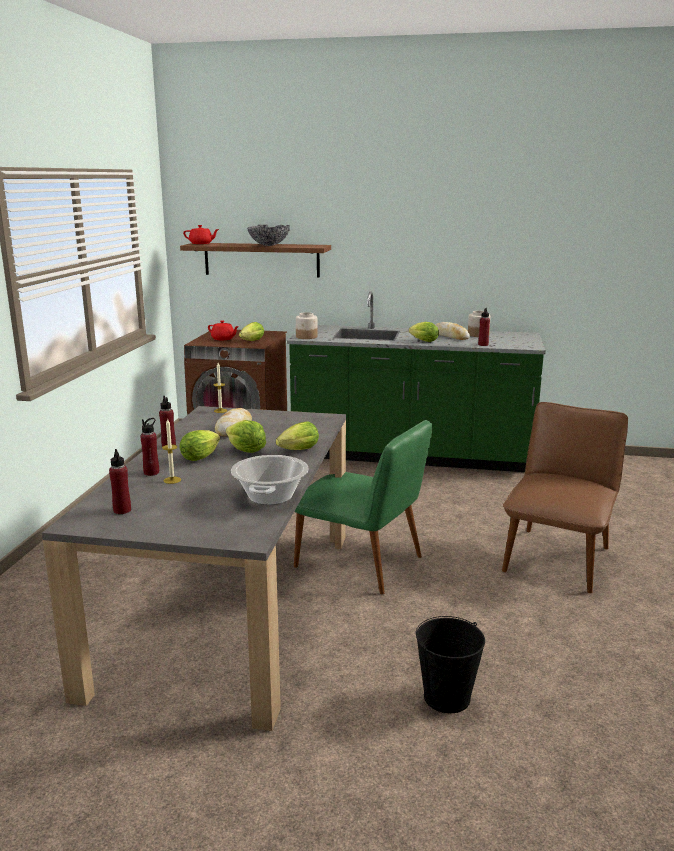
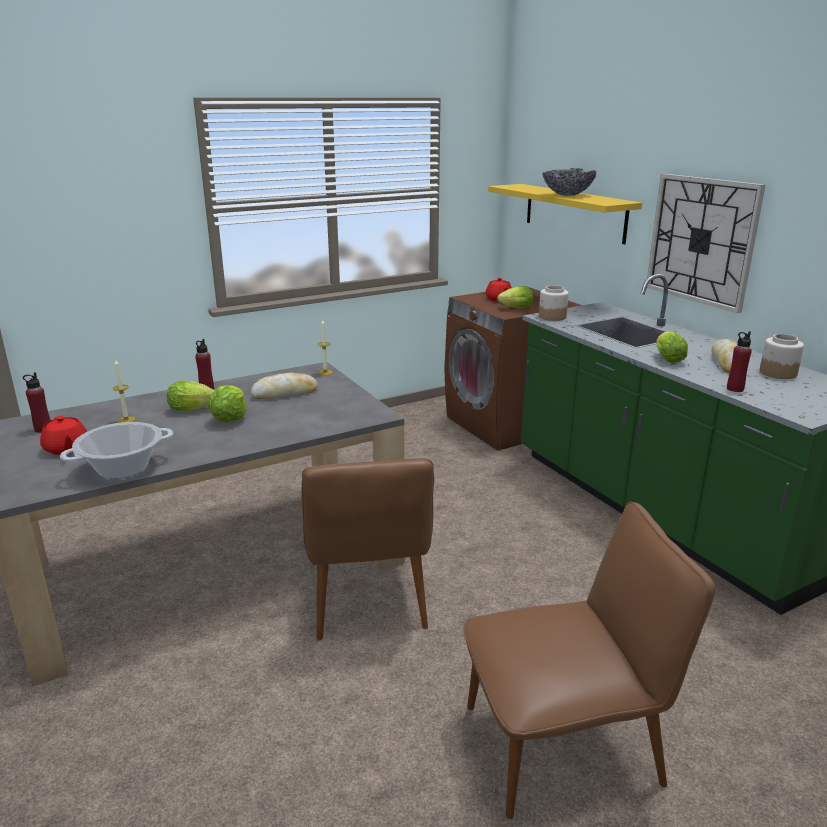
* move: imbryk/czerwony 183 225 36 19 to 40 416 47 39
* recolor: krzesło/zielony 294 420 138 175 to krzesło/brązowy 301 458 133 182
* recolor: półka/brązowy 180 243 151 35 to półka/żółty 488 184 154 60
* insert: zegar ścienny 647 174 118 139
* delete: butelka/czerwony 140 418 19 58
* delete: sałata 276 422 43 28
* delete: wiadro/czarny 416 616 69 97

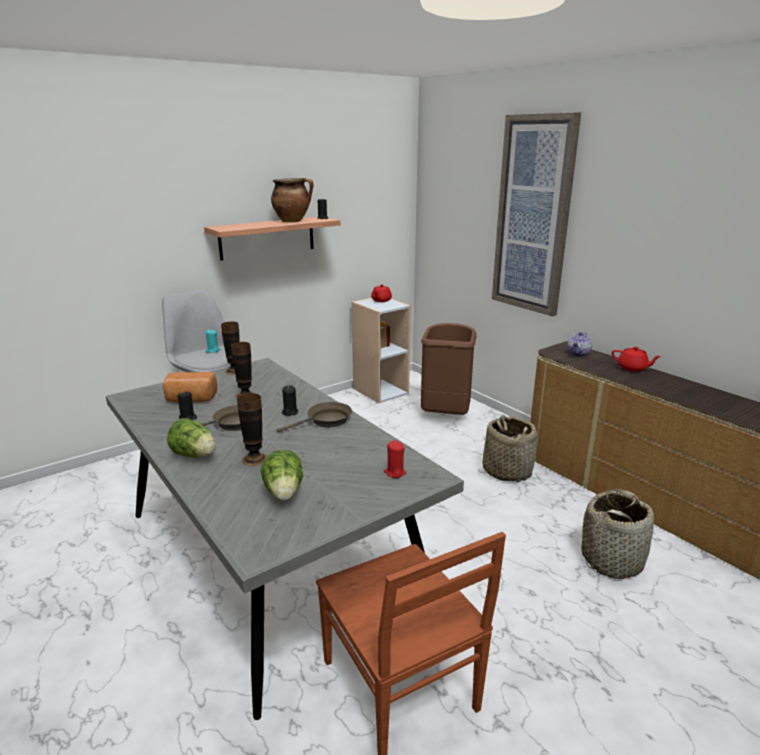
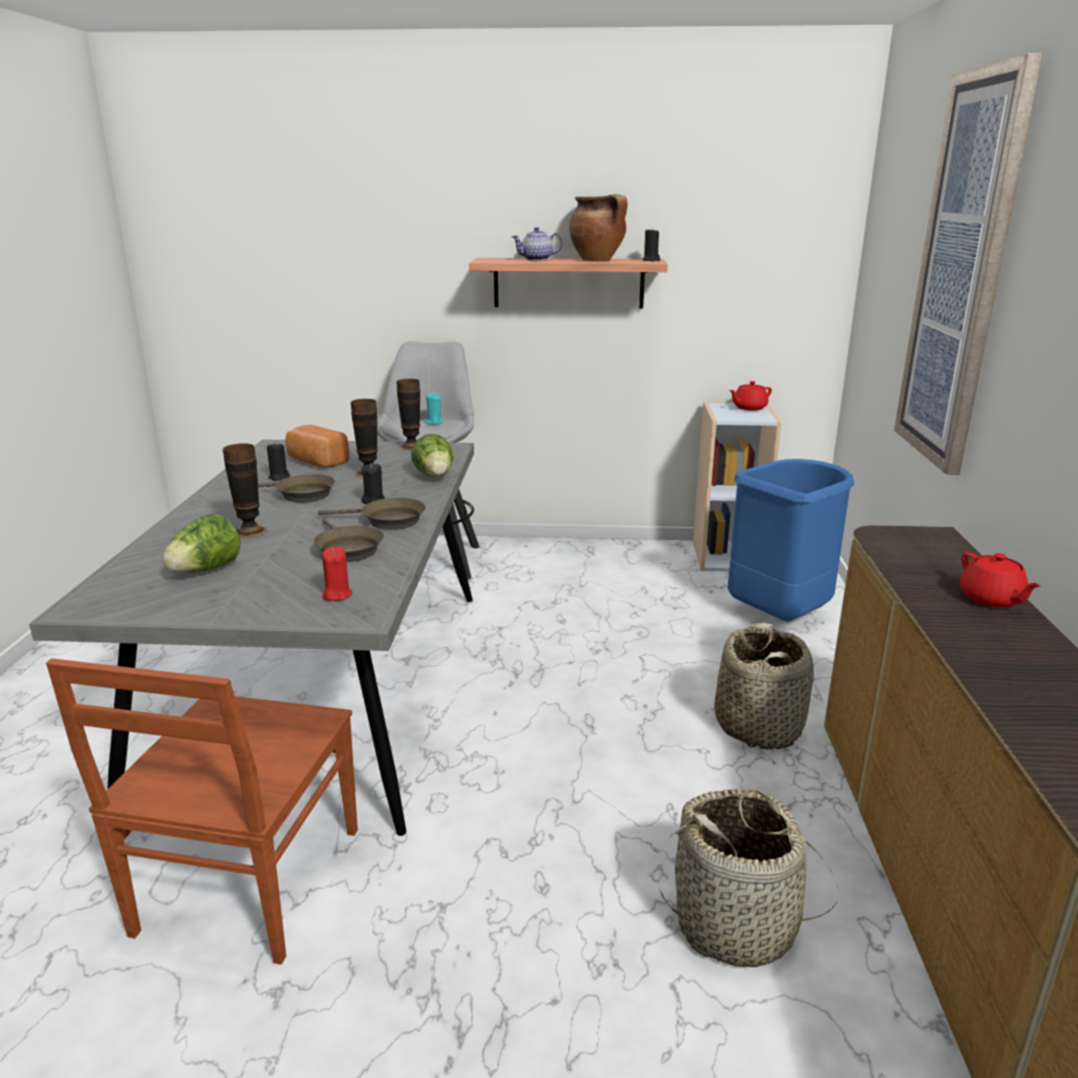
* insert: patelnia/brązowy 314 518 70 44
* move: sałata 167 418 49 39 to 411 434 42 43
* move: imbryk 567 332 25 25 to 512 227 50 34
* recolor: kosz na śmieci/brązowy 421 323 56 92 to kosz na śmieci/niebieski 728 459 126 163

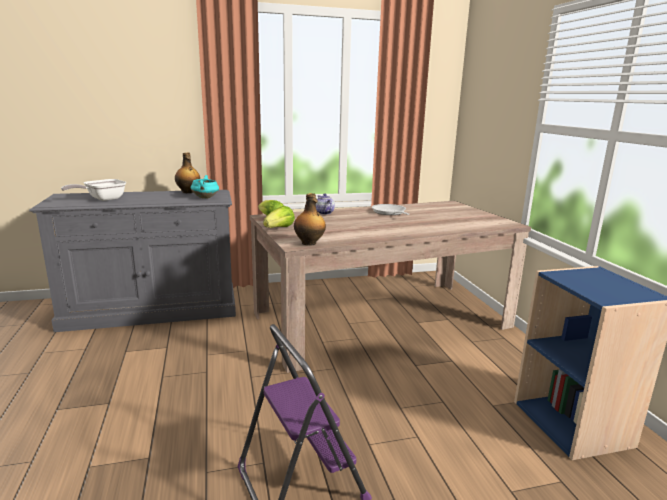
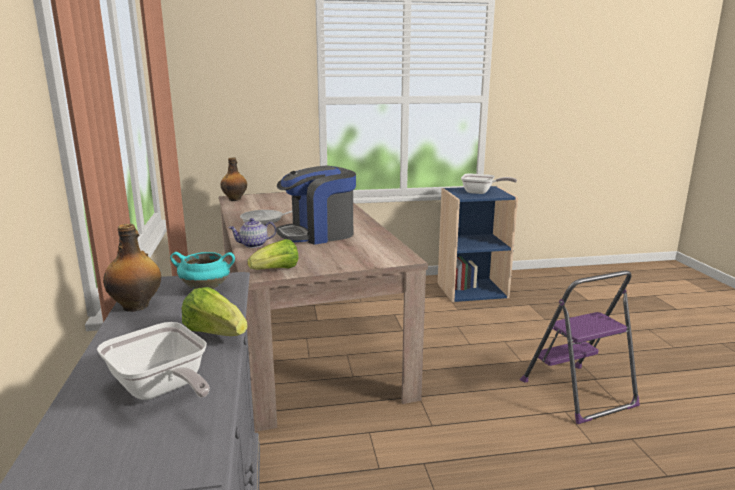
* move: sałata 263 206 32 22 to 182 287 66 49
* move: butelka 294 193 32 53 to 220 157 27 44
* insert: ekspres do kawy 276 166 80 79
* insert: patelnia 461 173 56 21

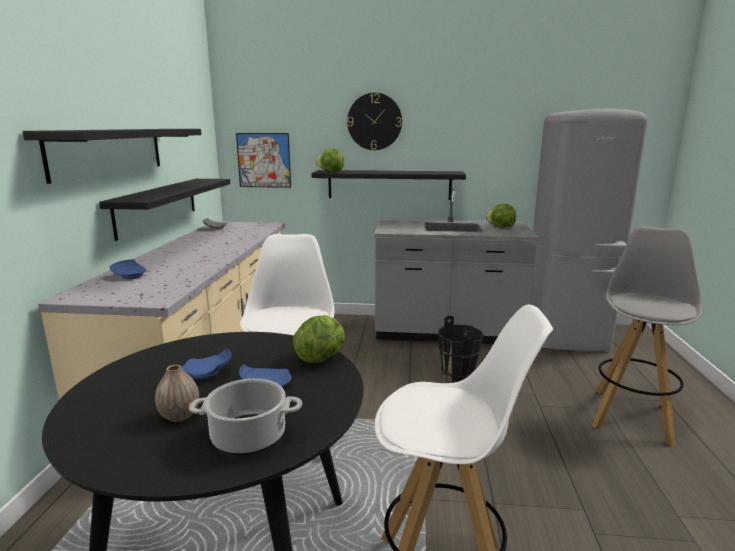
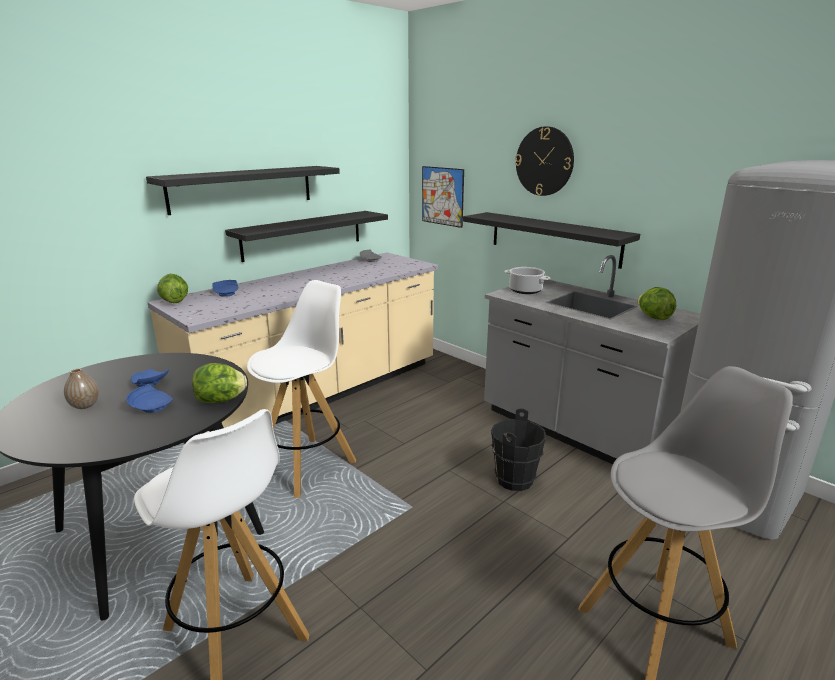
* move: sałata 316 148 28 24 to 157 274 31 29
* move: garnek 189 379 113 76 to 504 267 47 27

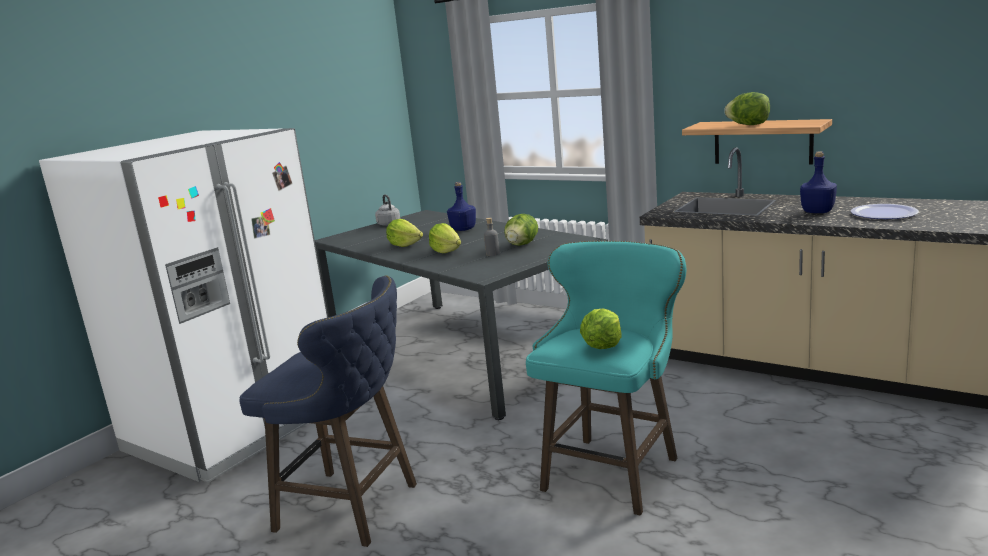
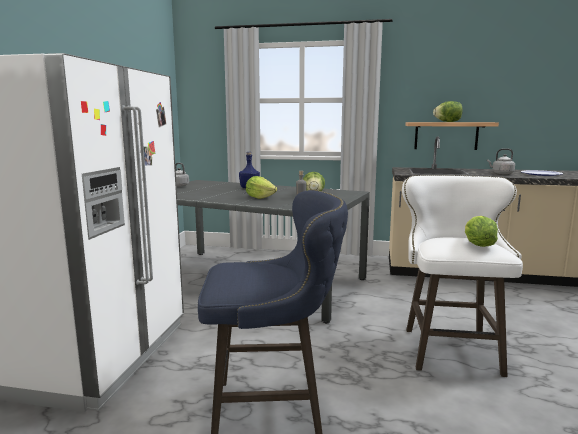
* recolor: stołek/turkusowy 526 241 160 275 to stołek/biały 402 175 121 202
* replace: butelka/niebieski 800 151 37 62 to czajnik/szary 487 148 28 26
* delete: sałata 386 219 37 28

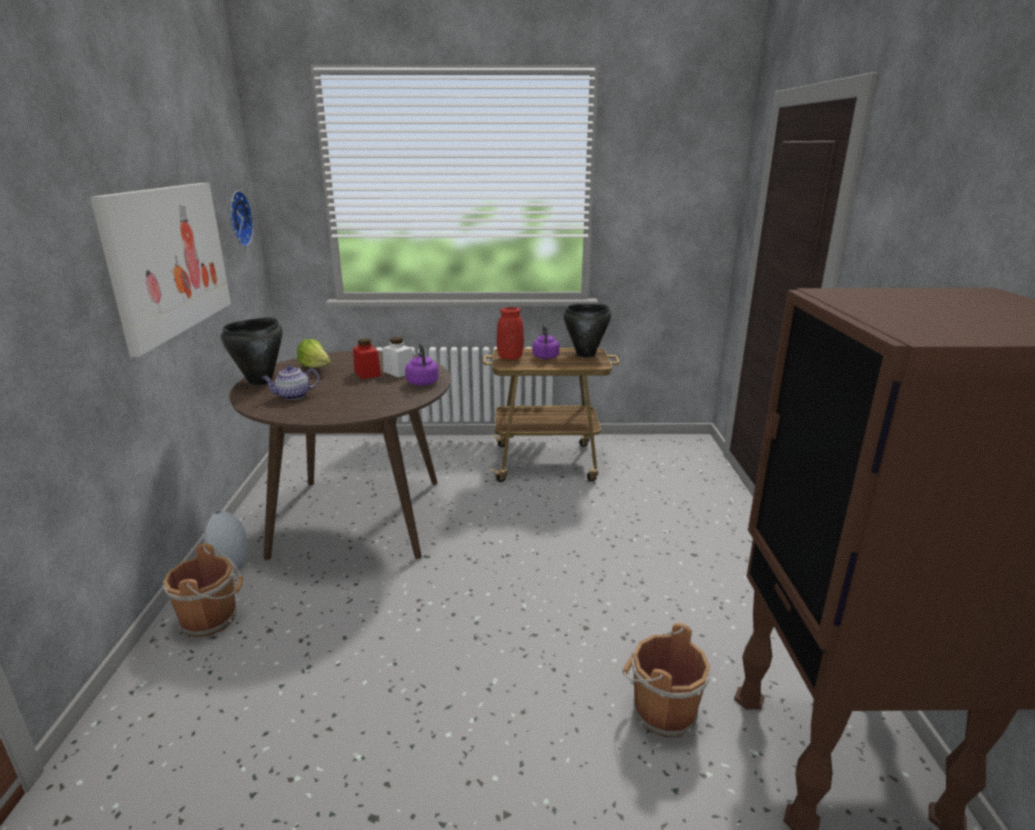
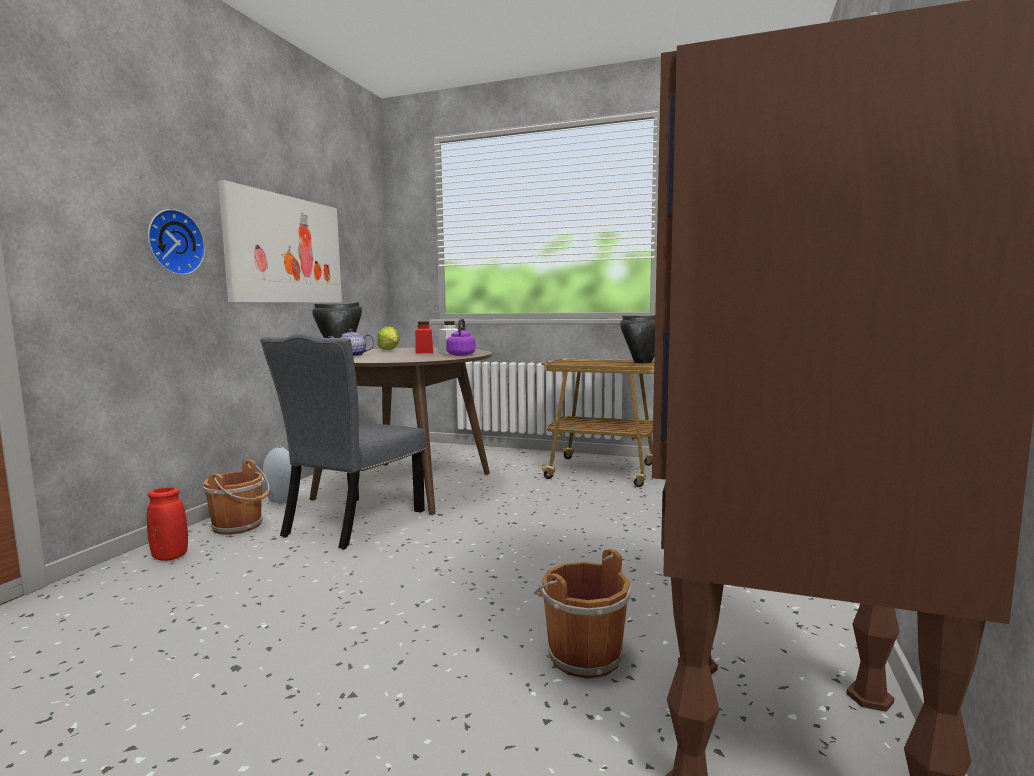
* move: wazon/czerwony 497 307 27 53 to 147 487 41 74
* move: zegar ścienny 230 190 24 56 to 148 209 57 66
* insert: krzesło/szary 260 333 167 217
* delete: czajnik/fioletowy 533 324 26 35

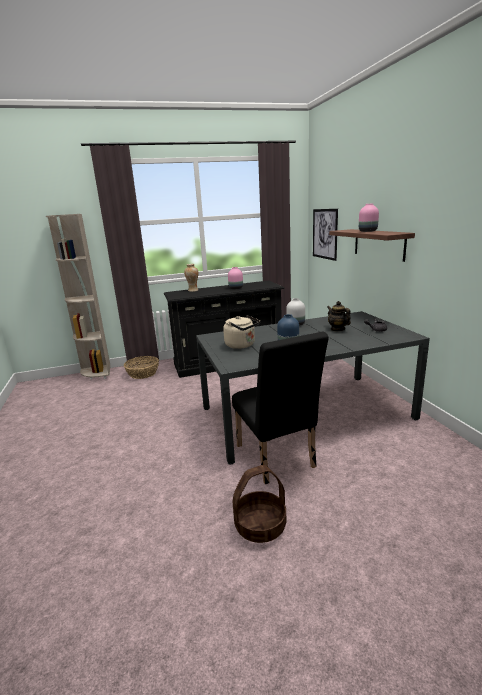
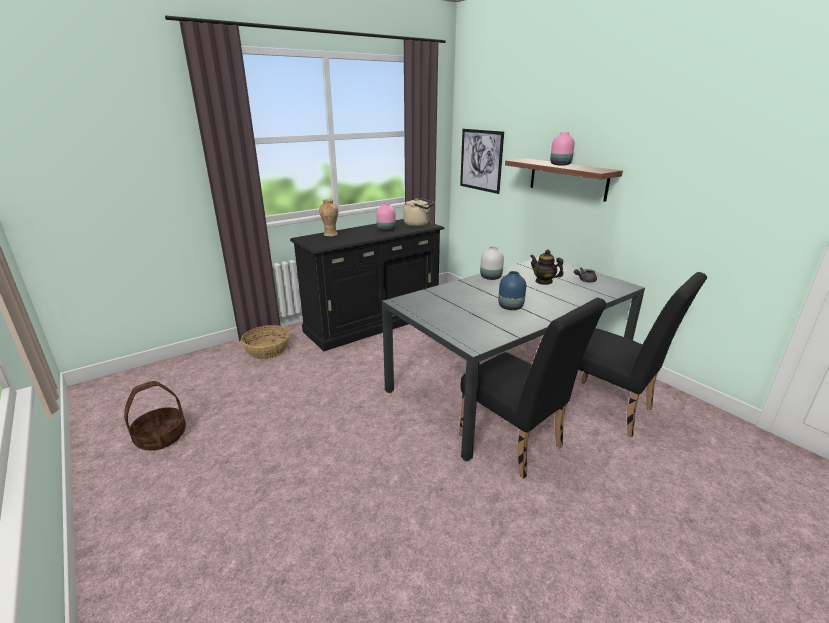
* move: koszyk 232 465 55 78 to 124 381 62 69
* move: czajnik/beżowy 223 315 37 34 to 403 198 31 29
* insert: krzesło/czarny 578 272 129 165
* delete: regał/beżowy 46 214 64 165

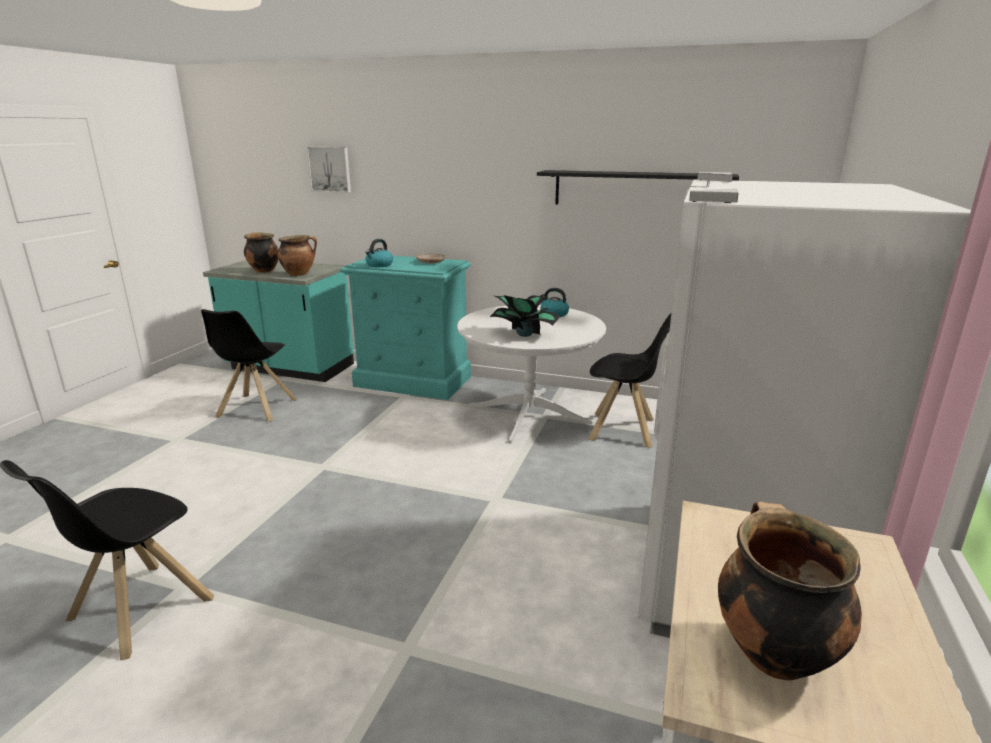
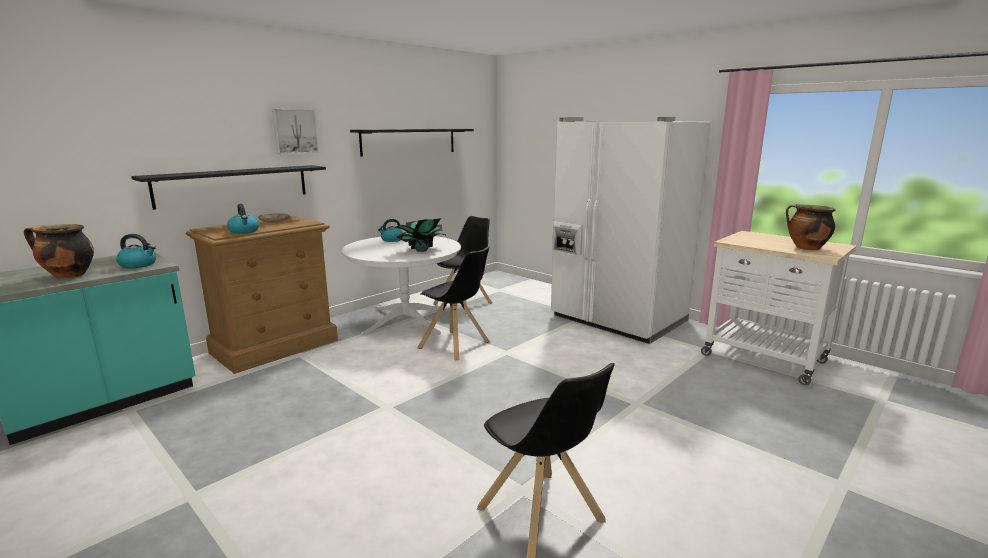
* replace: garnek 278 235 39 41 to czajnik 116 234 40 34
* insert: półka/czarny 131 165 195 45
* recolor: komoda/turkusowy 340 255 131 145 to komoda/brązowy 186 216 152 158
* move: obraz 307 147 44 46 to 272 109 47 45
* move: krzesło/czarny 201 309 96 113 to 418 246 72 114

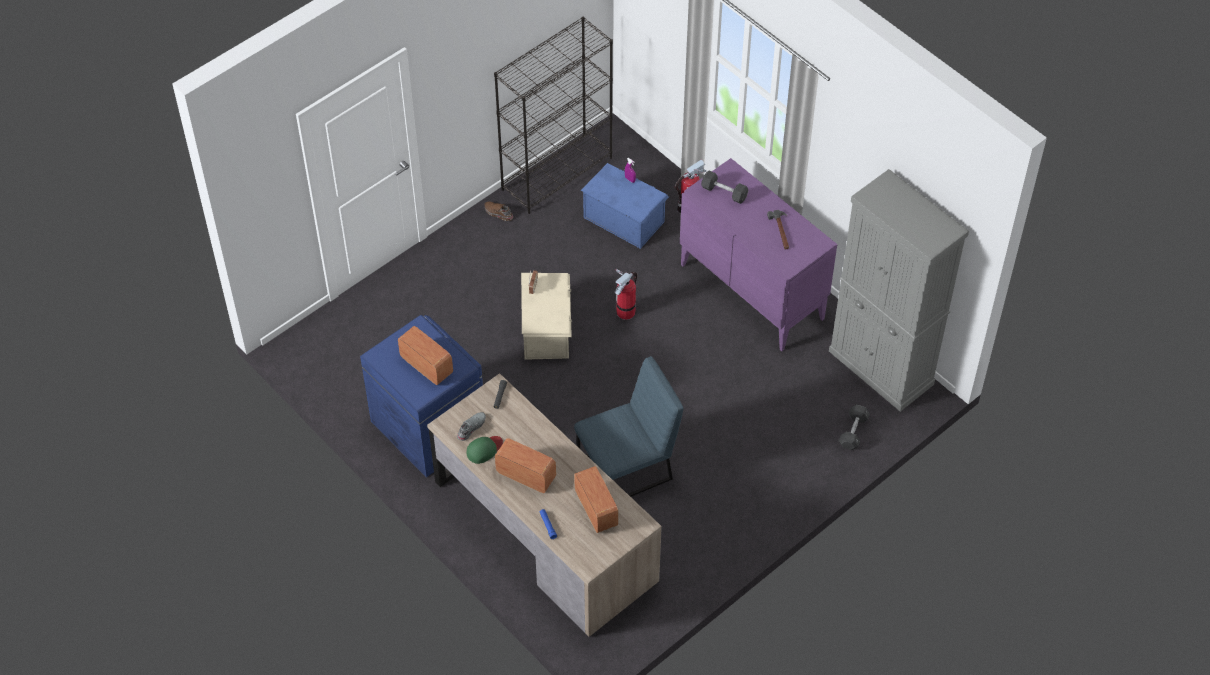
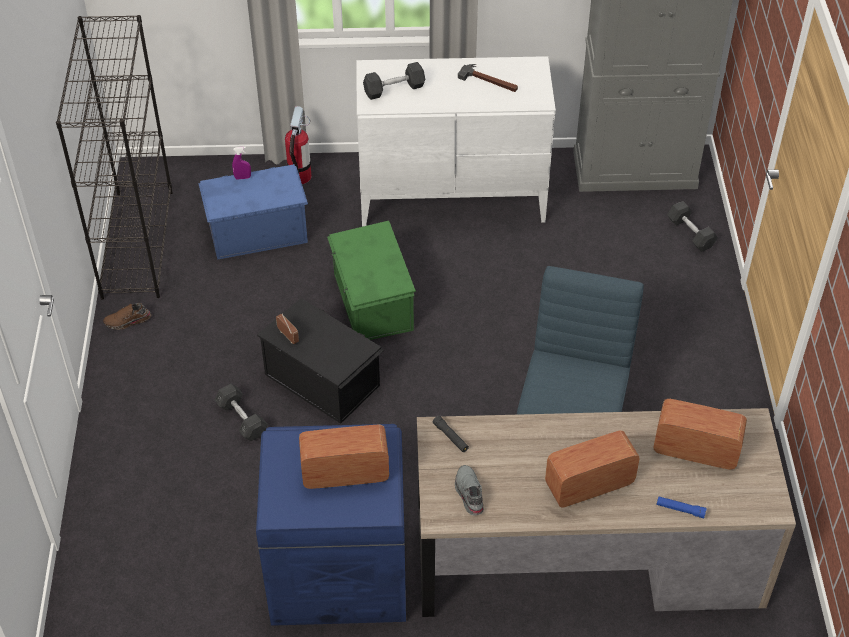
* insert: hantel/szary 215 384 53 57
* recolor: pojemnik do przechowywania/beżowy 521 273 51 87 to pojemnik do przechowywania/czarny 257 298 127 126
* replace: gaśnica 615 269 22 51 to pojemnik do przechowywania/zielony 327 221 89 119
* recolor: szafka/fioletowy 680 158 158 193 to szafka/biały 357 56 199 171
* delete: czapka z daszkiem/zielony 467 436 36 28

